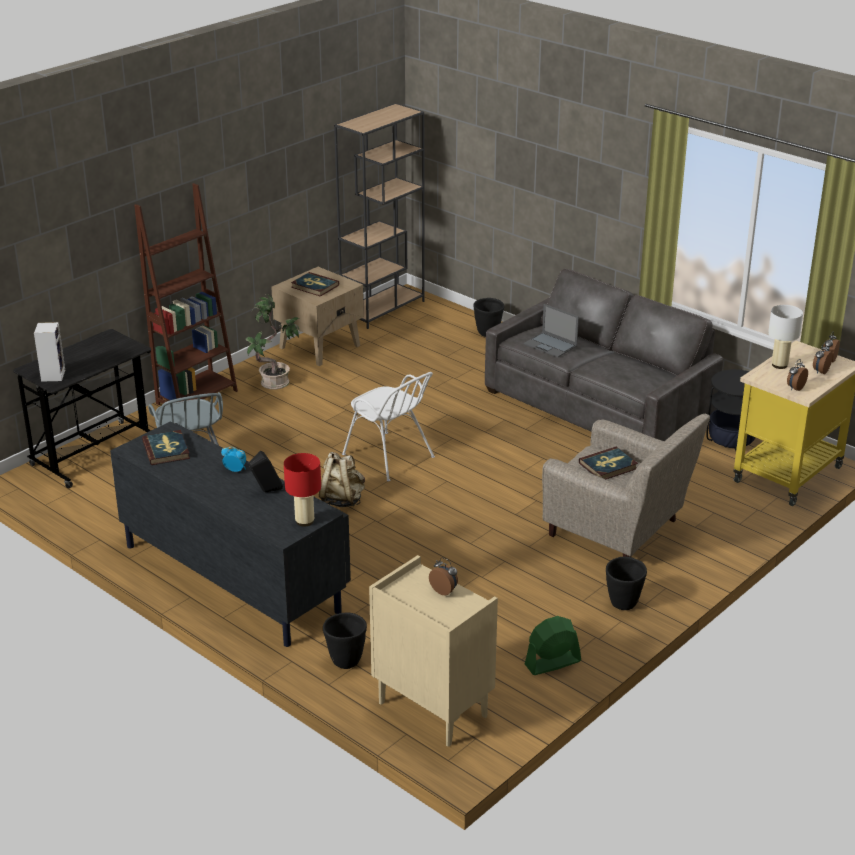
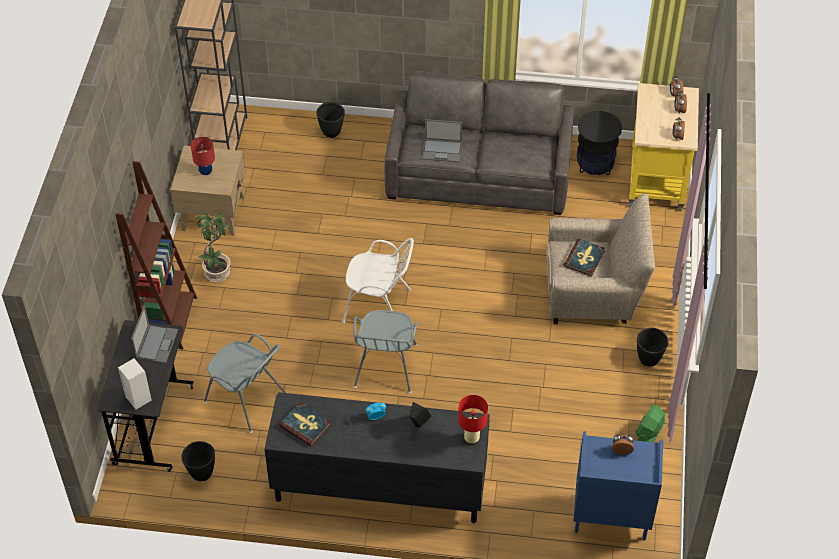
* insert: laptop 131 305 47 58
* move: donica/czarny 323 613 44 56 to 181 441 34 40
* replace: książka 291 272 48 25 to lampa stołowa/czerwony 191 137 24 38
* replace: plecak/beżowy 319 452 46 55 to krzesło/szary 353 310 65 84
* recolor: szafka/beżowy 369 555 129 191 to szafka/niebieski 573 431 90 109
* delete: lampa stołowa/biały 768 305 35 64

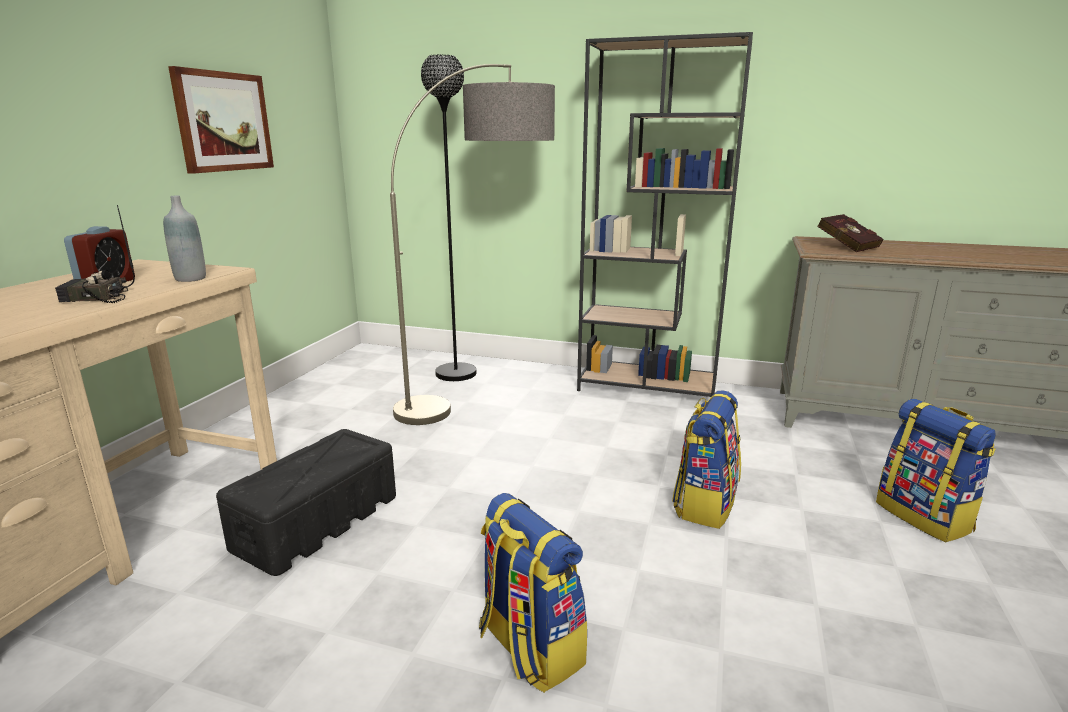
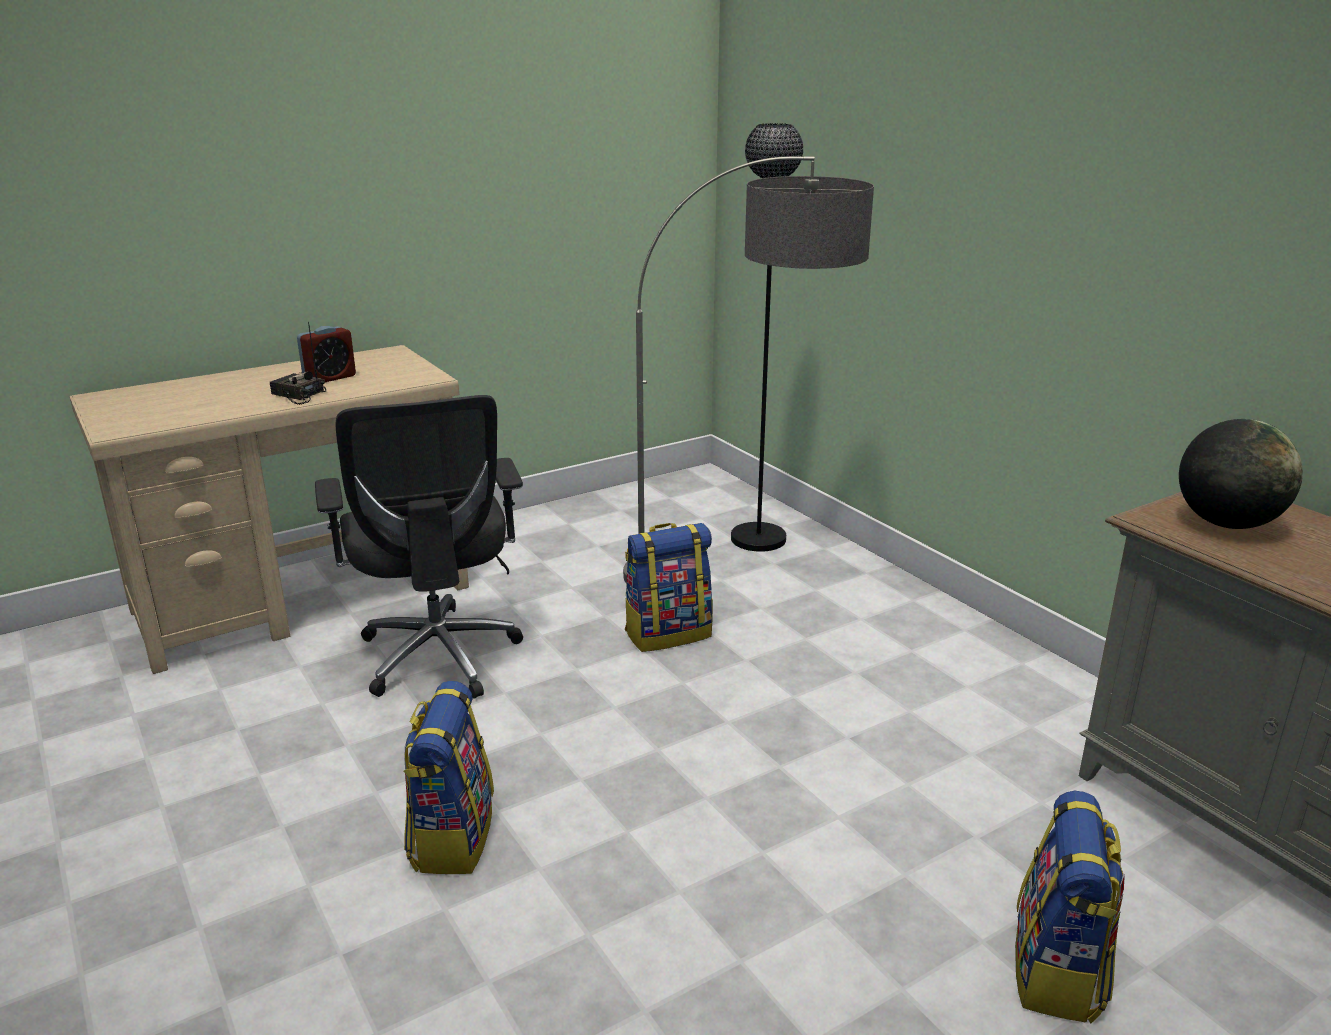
* replace: pojemnik do przechowywania/czarny 216 429 180 147 to krzesło biurowe 315 395 208 304
* move: plecak 672 390 69 139 to 625 523 88 129
* replace: książka/czerwony 817 214 66 38 to globus 1179 419 124 110
* delete: butelka/szary 163 196 43 86
* delete: obraz 168 66 106 108
* delete: regał 577 32 176 365

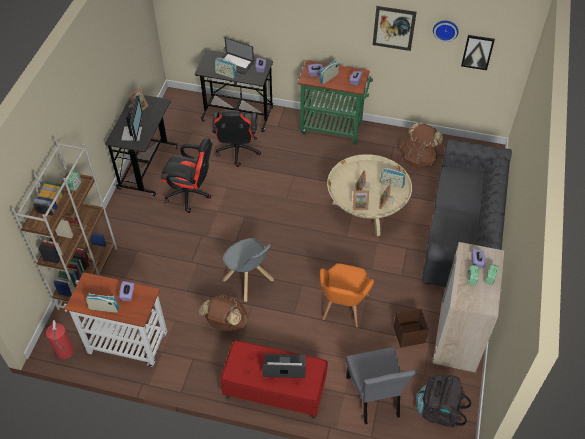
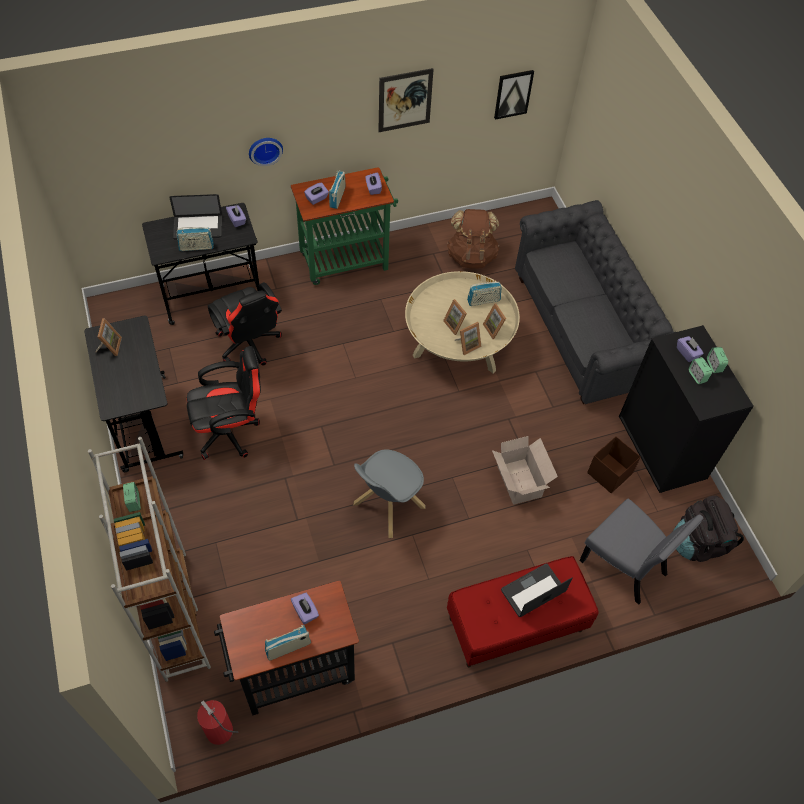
* recolor: wózek/biały 63 272 104 95 to wózek/czarny 214 581 145 134
* move: zegar ścienny 433 21 25 21 to 249 138 34 28
* rotate: krzesło/szary 222 238 52 64 = 353 449 73 89 120 degrees clockwise
* replace: fotel/pomarańczowy 320 263 54 64 to karton 492 436 66 69
* recolor: szafka/beżowy 433 242 71 131 to szafka/czarny 619 325 135 168
* delete: monitor 121 96 22 46
* delete: plecak/brązowy 199 295 50 37

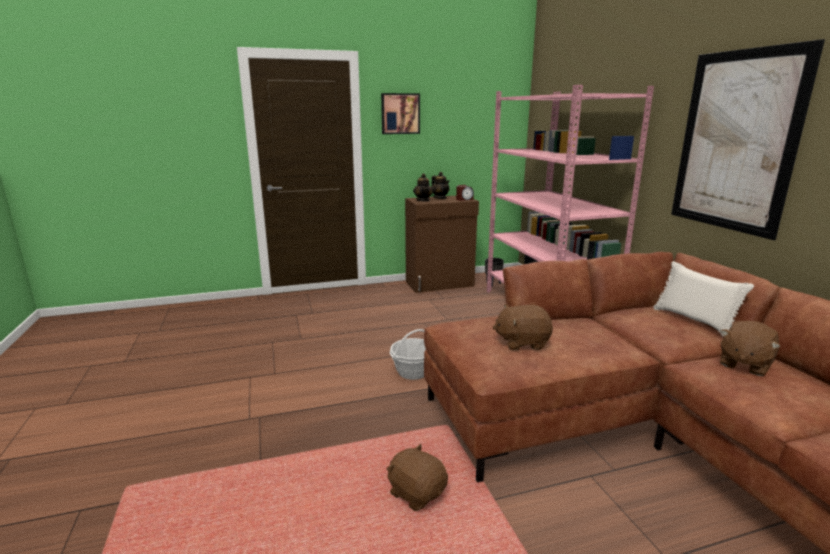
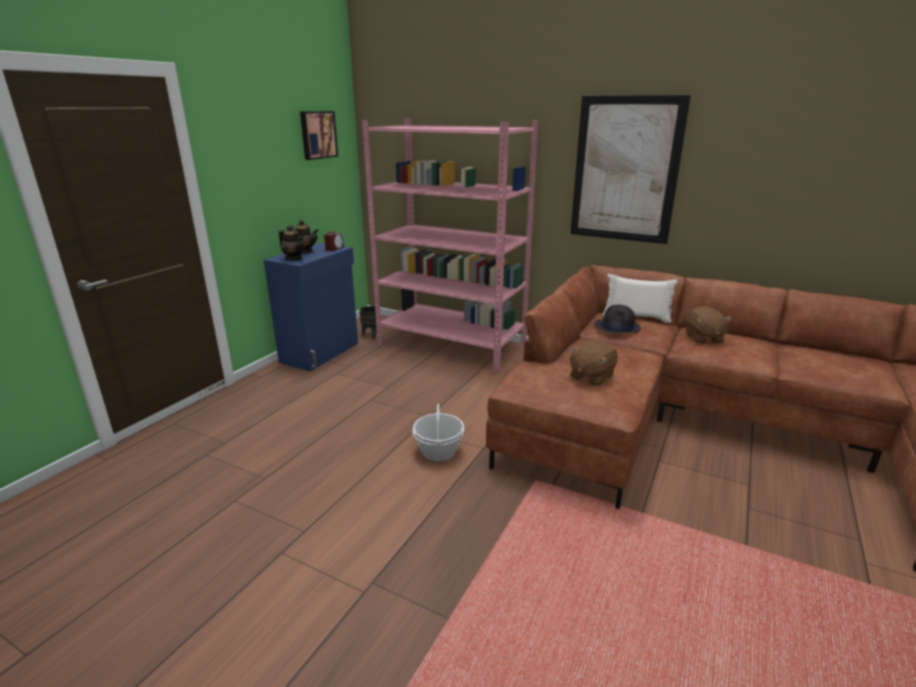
* recolor: szafka/brązowy 405 196 74 97 to szafka/niebieski 264 243 94 128
* move: obraz 381 93 39 41 to 300 111 38 49
* insert: kapelusz/czarny 594 305 47 29
* delete: pluszak/brązowy 386 444 62 67

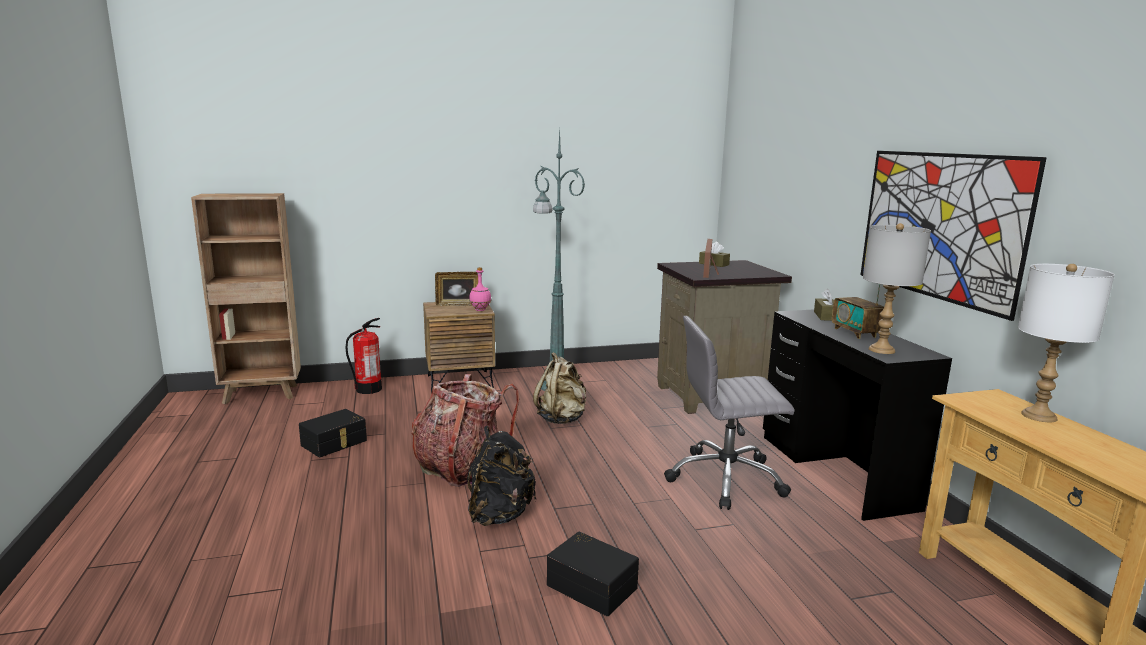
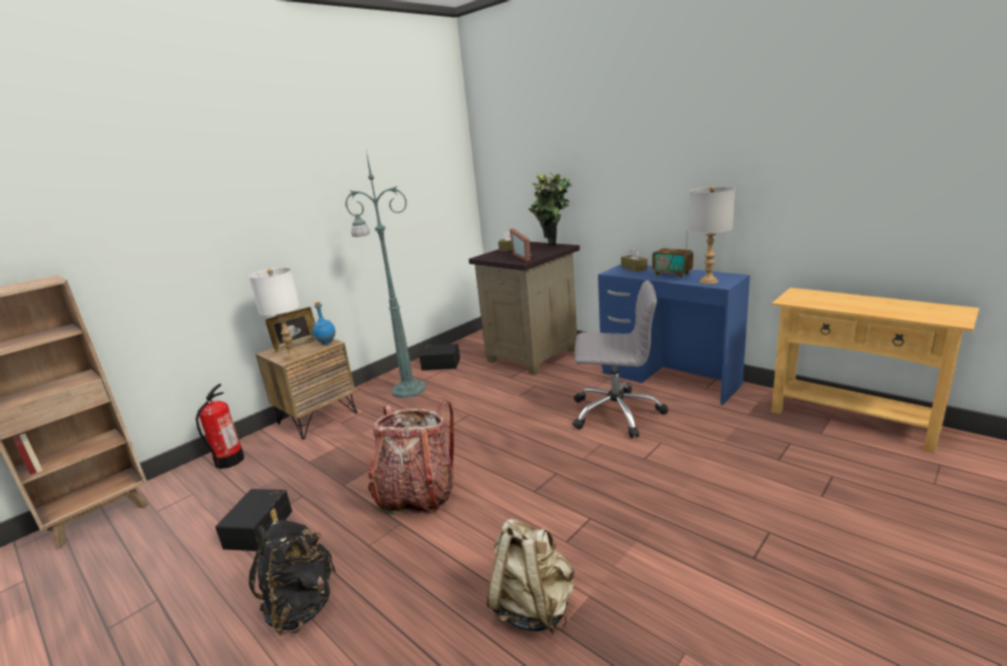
* move: lampa stołowa/biały 1018 264 97 158 to 249 267 52 93
* move: plecak/czarny 467 426 69 100 to 249 520 87 116
* recolor: butelka/różowy 469 267 22 44 to butelka/niebieski 313 302 23 43
* move: pojemnik do przechowywania/czarny 547 532 92 84 to 419 344 41 27
* move: plecak/beżowy 533 352 53 72 to 487 519 87 115
* insert: roślina doniczkowa 528 172 44 73
* rotate: krzesło biurowe/szary 664 316 131 194 = 573 280 95 158 135 degrees counterclockwise
* recolor: biurko/czarny 763 309 189 212 to biurko/niebieski 598 264 152 141
* delete: obraz 860 151 187 170

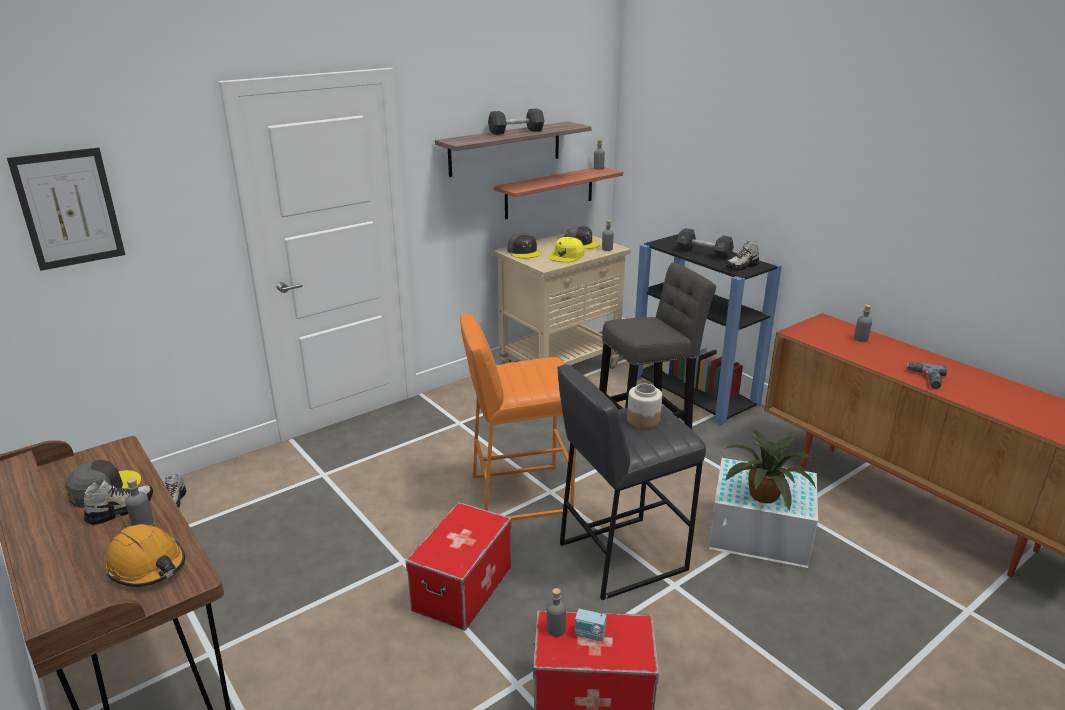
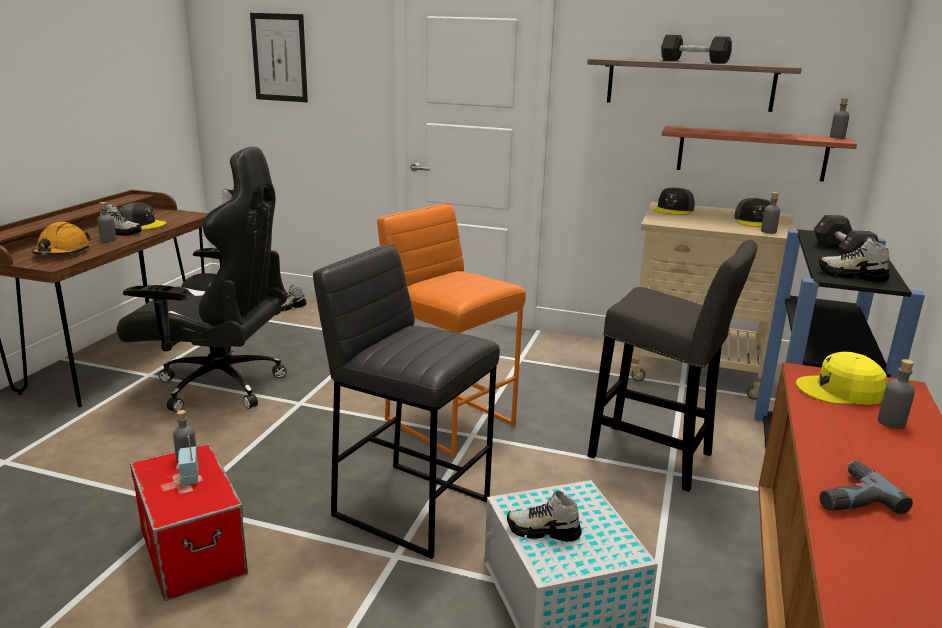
* insert: krzesło biurowe/czarny 117 147 170 265
* replace: roślina doniczkowa 724 430 92 81 to but 507 491 75 50
* move: czapka z daszkiem/żółty 549 237 35 25 to 796 352 91 53
* delete: pojemnik do przechowywania 405 502 106 129
* delete: słoik 627 383 35 45

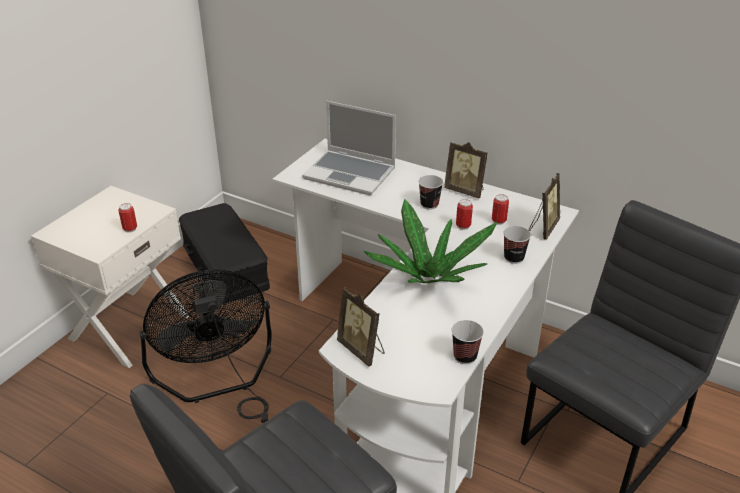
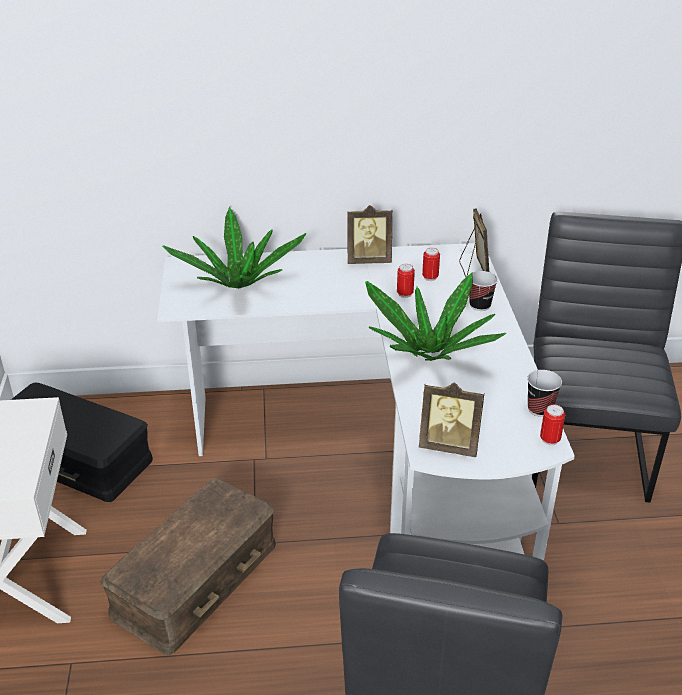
* replace: wentylator/czarny 139 269 133 154 to pojemnik do przechowywania/brązowy 100 478 176 177
* replace: laptop 302 101 94 94 to roślina doniczkowa 163 206 143 82
* move: puszka 118 203 19 30 to 540 405 25 40
* delete: filiżanka 418 175 25 34

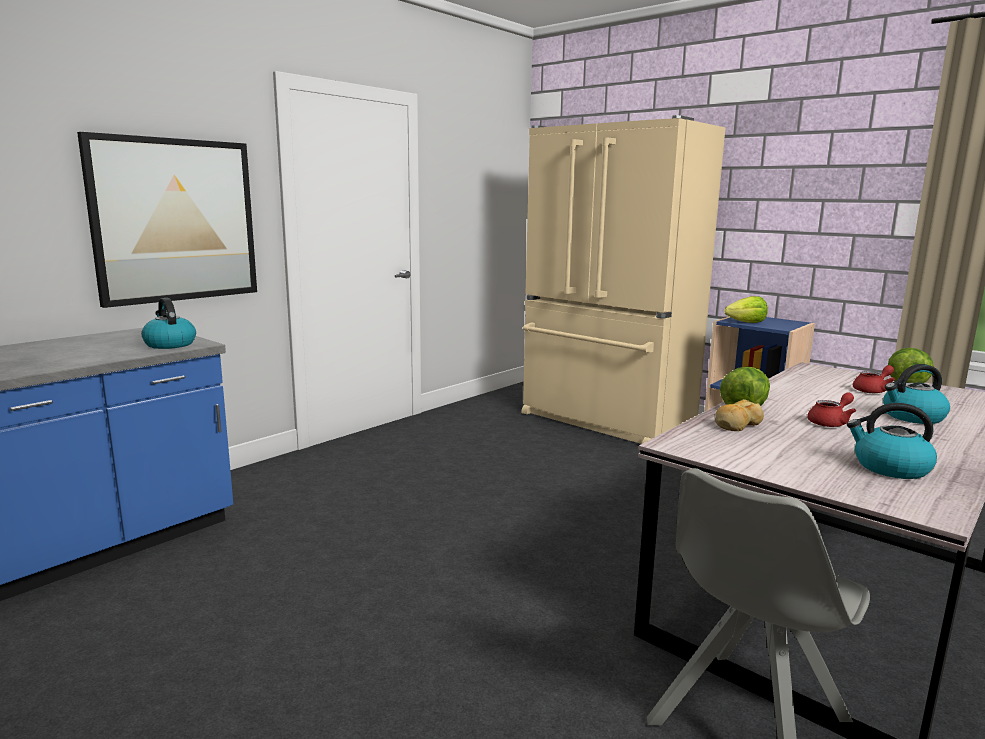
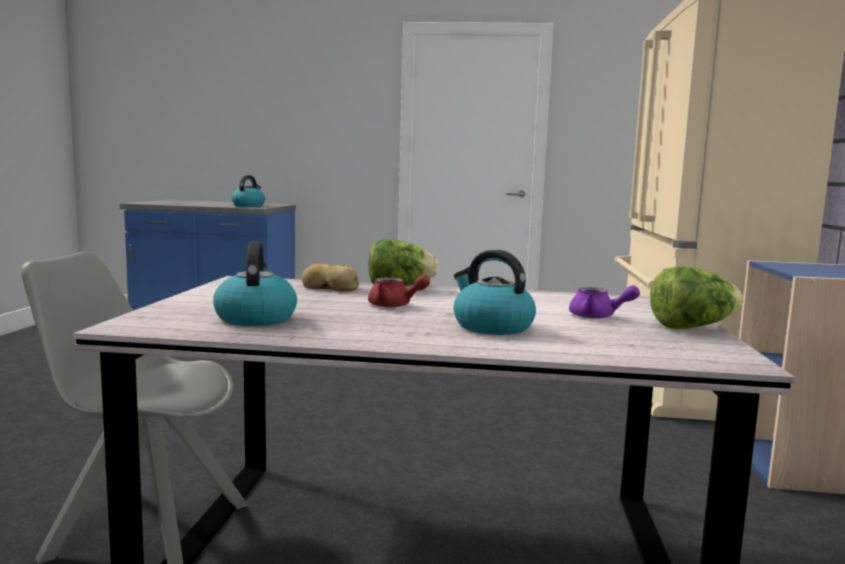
* recolor: imbryk/czerwony 853 365 42 28 to imbryk/fioletowy 569 285 71 33
* delete: obraz 77 132 180 176
* delete: sałata 725 296 43 27

